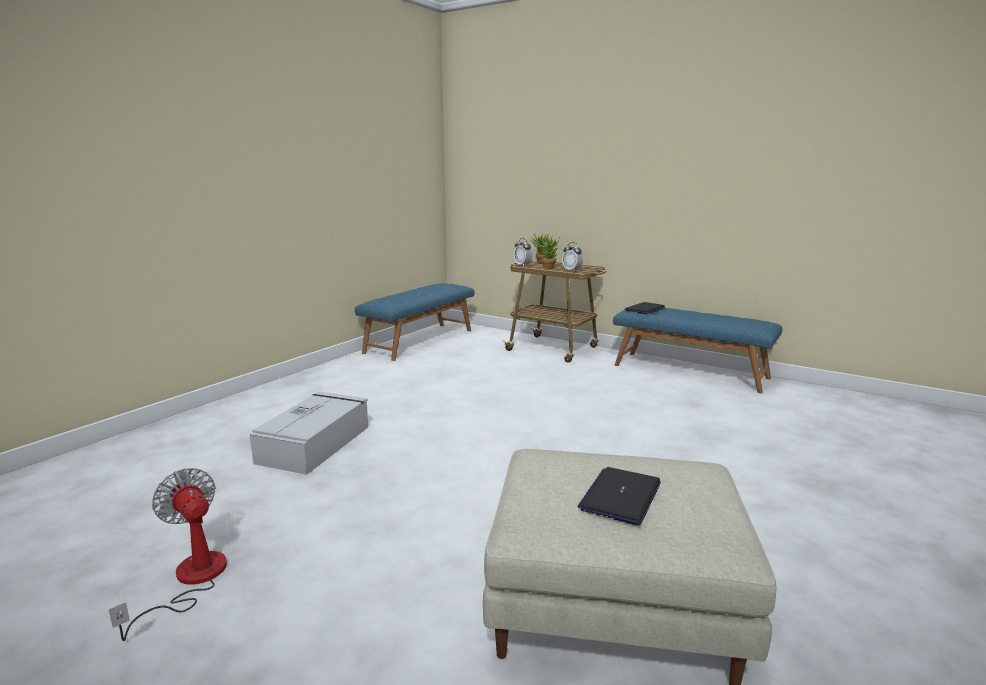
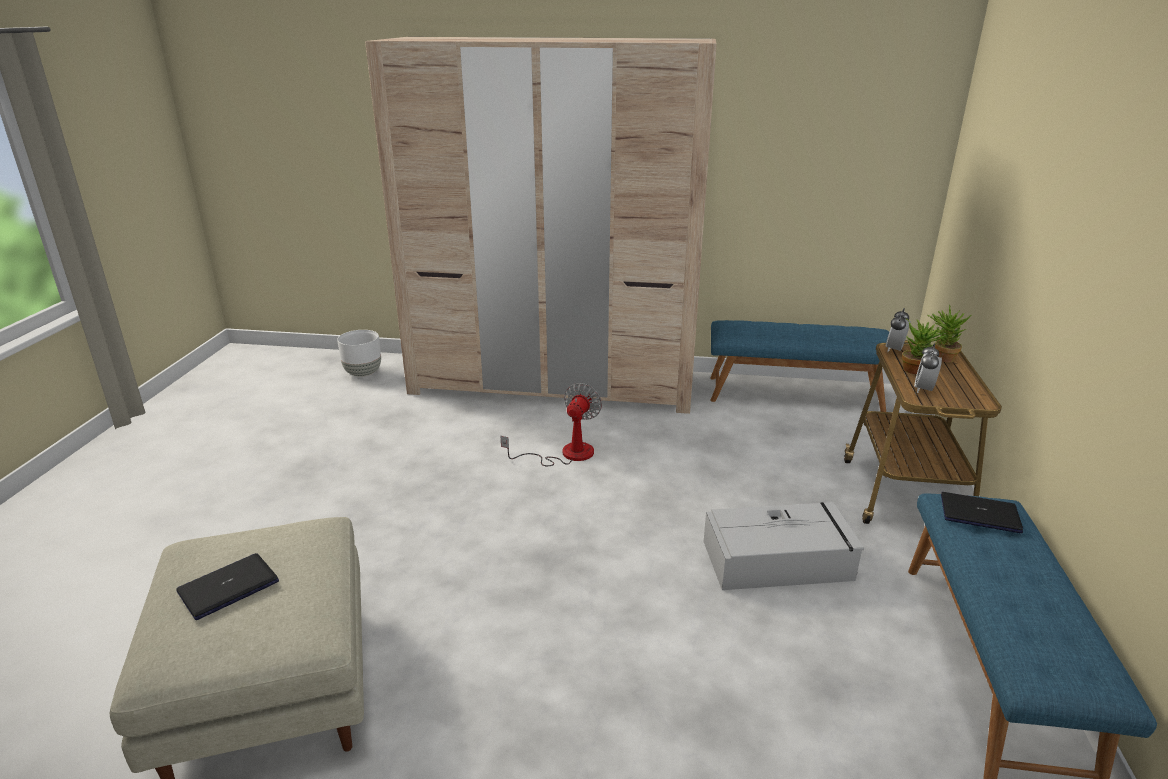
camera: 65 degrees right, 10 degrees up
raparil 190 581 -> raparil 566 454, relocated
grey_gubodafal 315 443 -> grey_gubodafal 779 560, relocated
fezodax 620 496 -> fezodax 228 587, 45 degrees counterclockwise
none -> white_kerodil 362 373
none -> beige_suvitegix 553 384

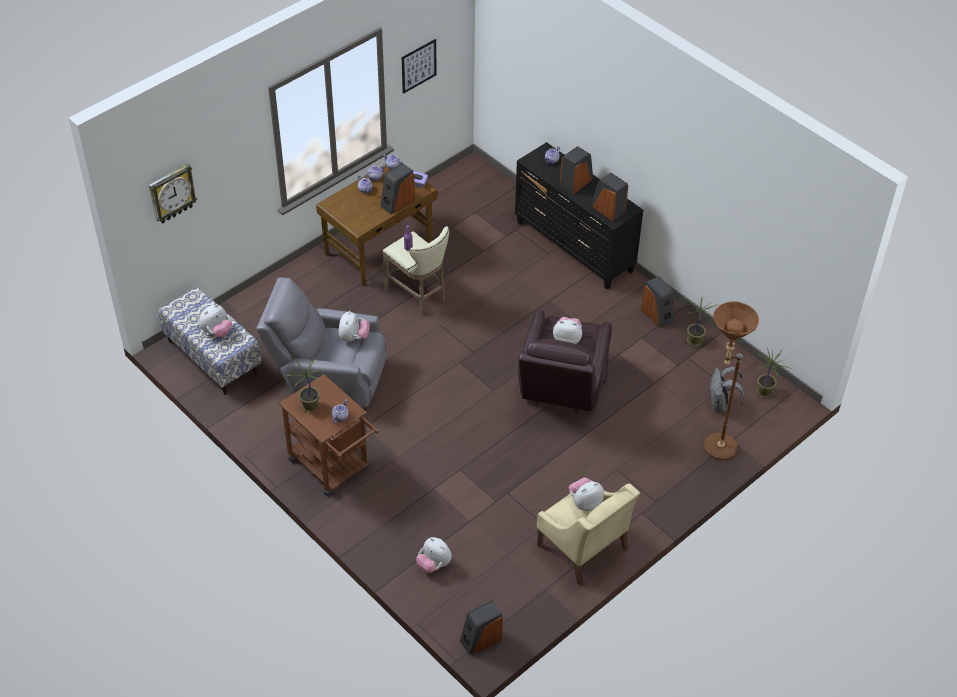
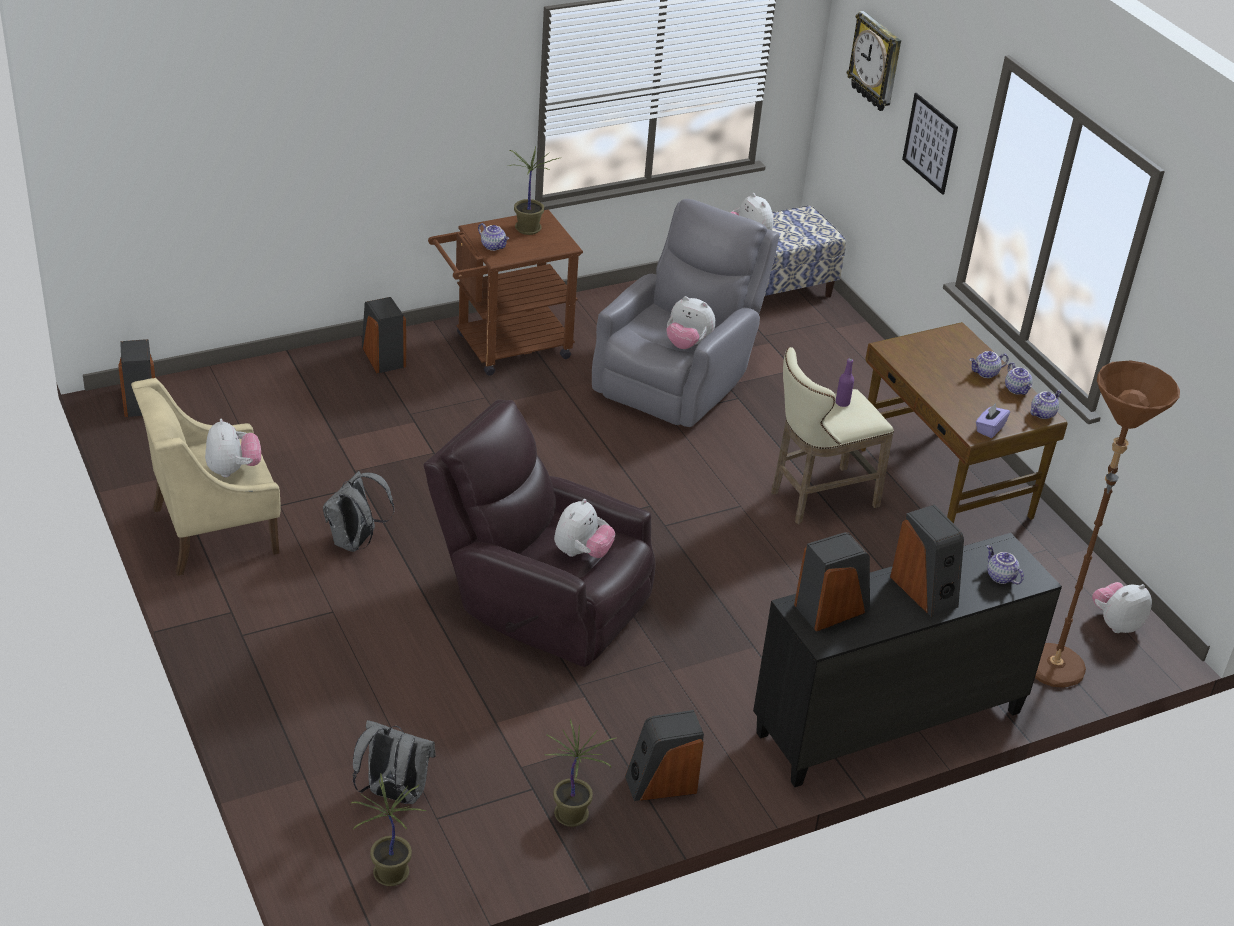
camera: 105 degrees right, 10 degrees down
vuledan 397 203 -> vuledan 382 357, relocated
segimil 418 66 -> segimil 930 143, relocated
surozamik 434 564 -> surozamik 1115 623, relocated
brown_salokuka 712 447 -> brown_salokuka 1055 658, relocated
none -> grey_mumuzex 355 542

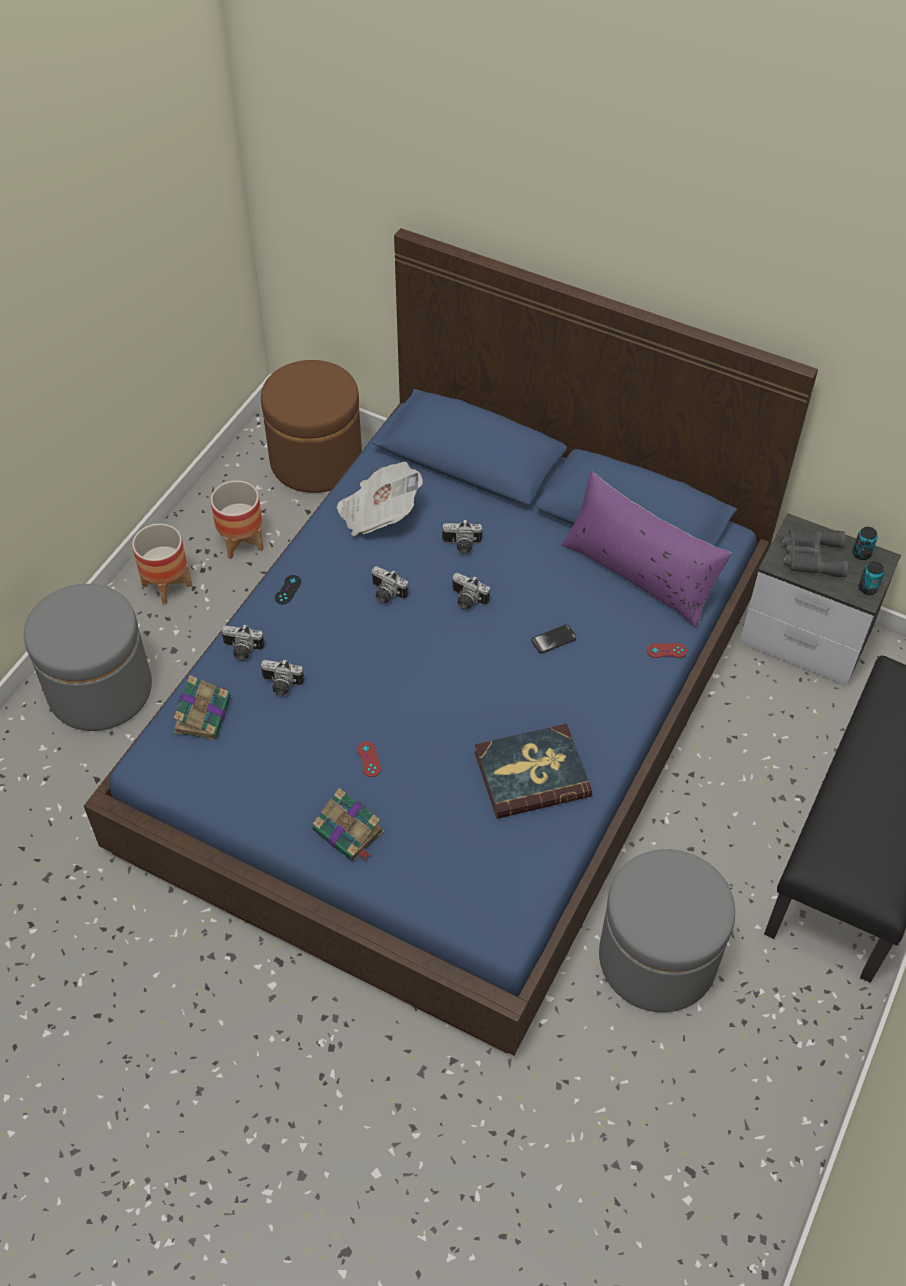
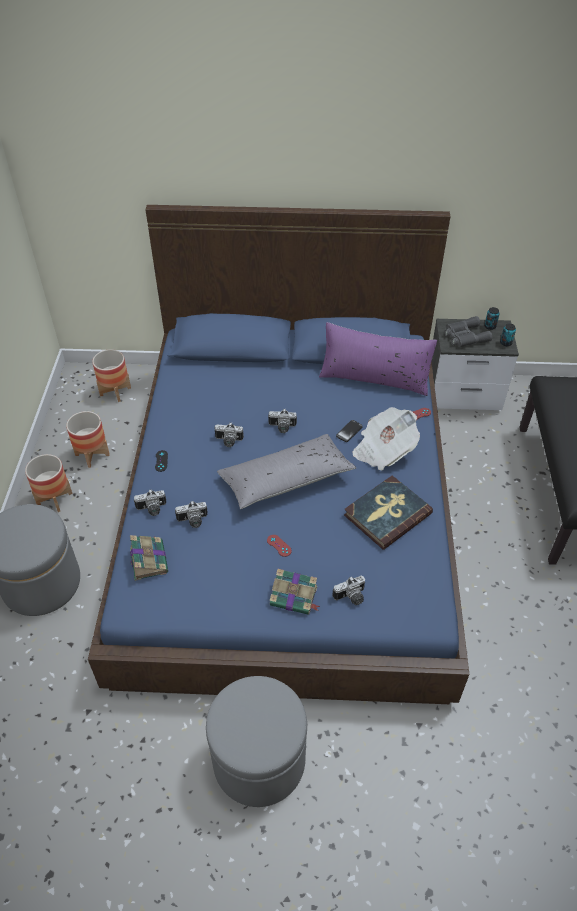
camera: 25 degrees left, 5 degrees down
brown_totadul 316 460 -> kerodil 115 391
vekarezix 379 514 -> vekarezix 383 450, relocated
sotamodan 461 545 -> sotamodan 351 597, relocated
grey_totadul 657 958 -> grey_totadul 259 760, relocated
none -> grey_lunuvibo 286 479

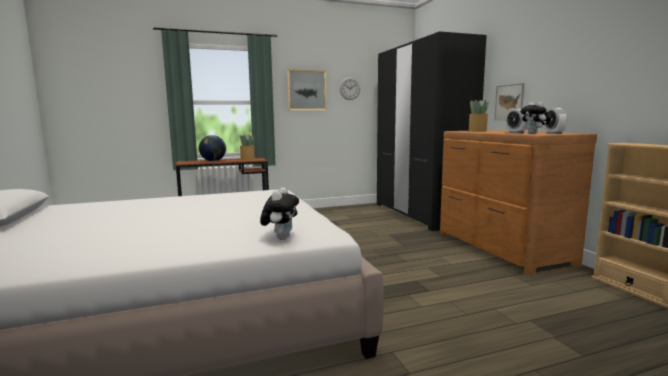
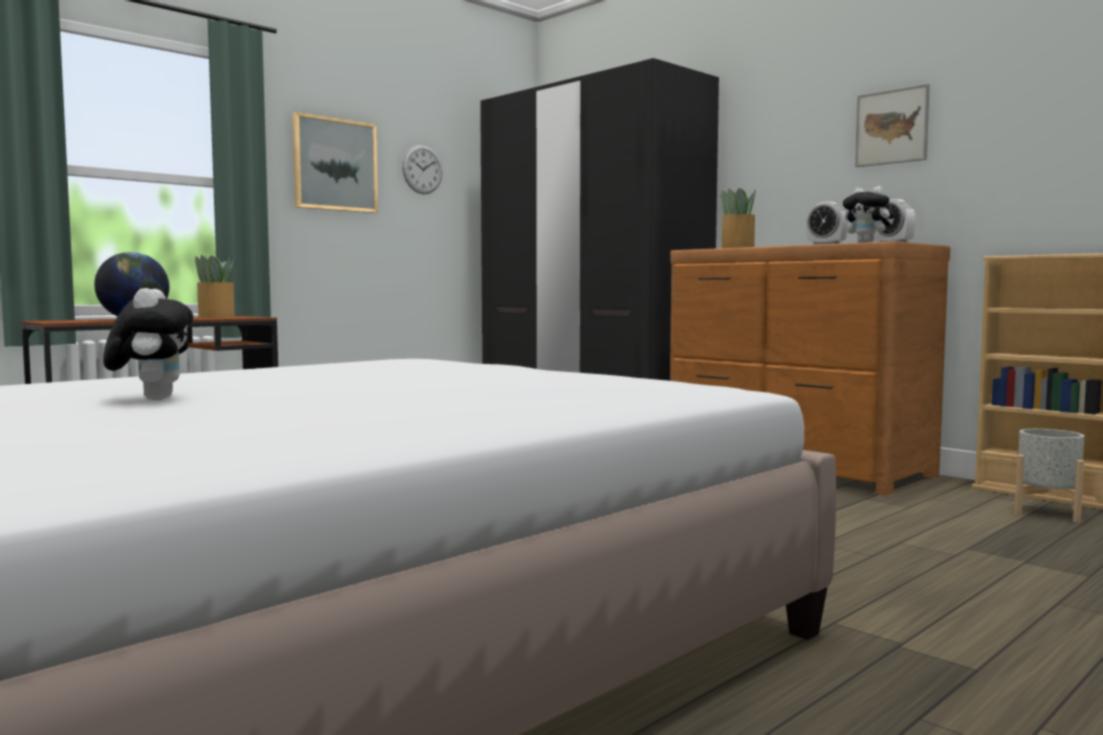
camera: 25 degrees left, 5 degrees down
surozamik 281 238 -> surozamik 152 399, relocated
segimil 509 102 -> segimil 891 127, relocated
none -> grey_kerodil 1046 512

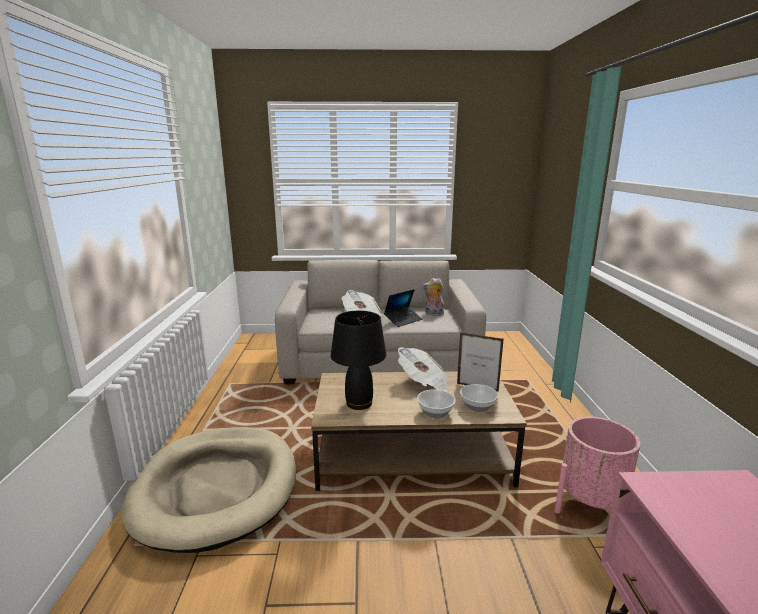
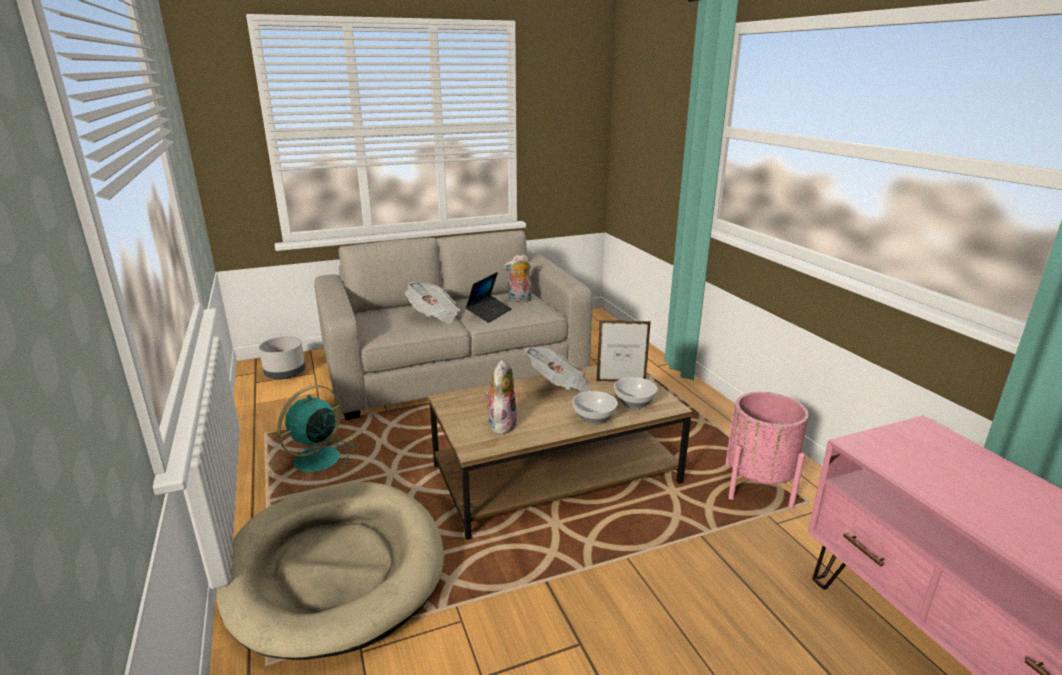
camera: 20 degrees left, 5 degrees up
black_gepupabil 359 403 -> surozamik 501 424
none -> grey_kerodil 285 373
none -> turquoise_raparil 315 461

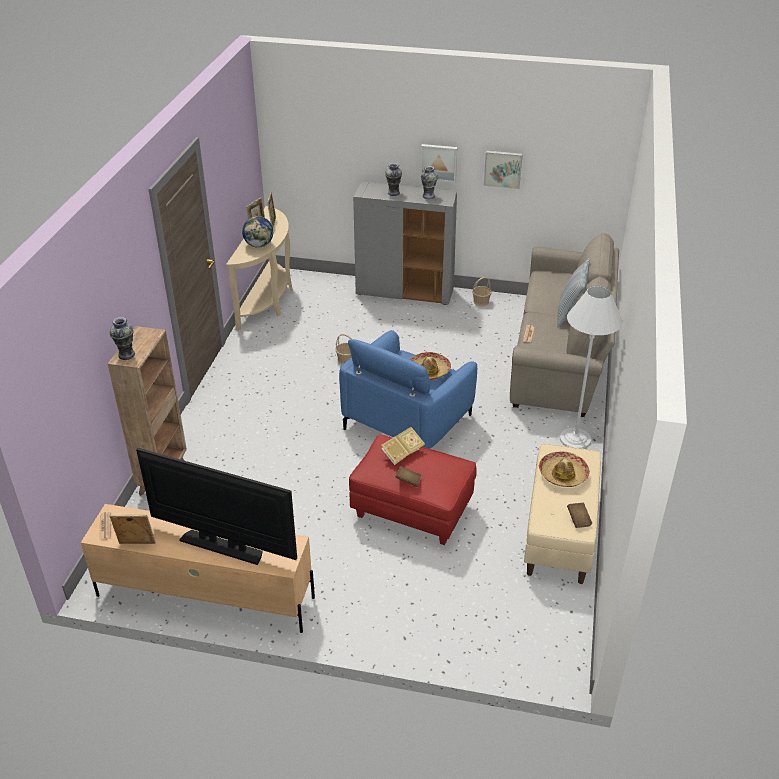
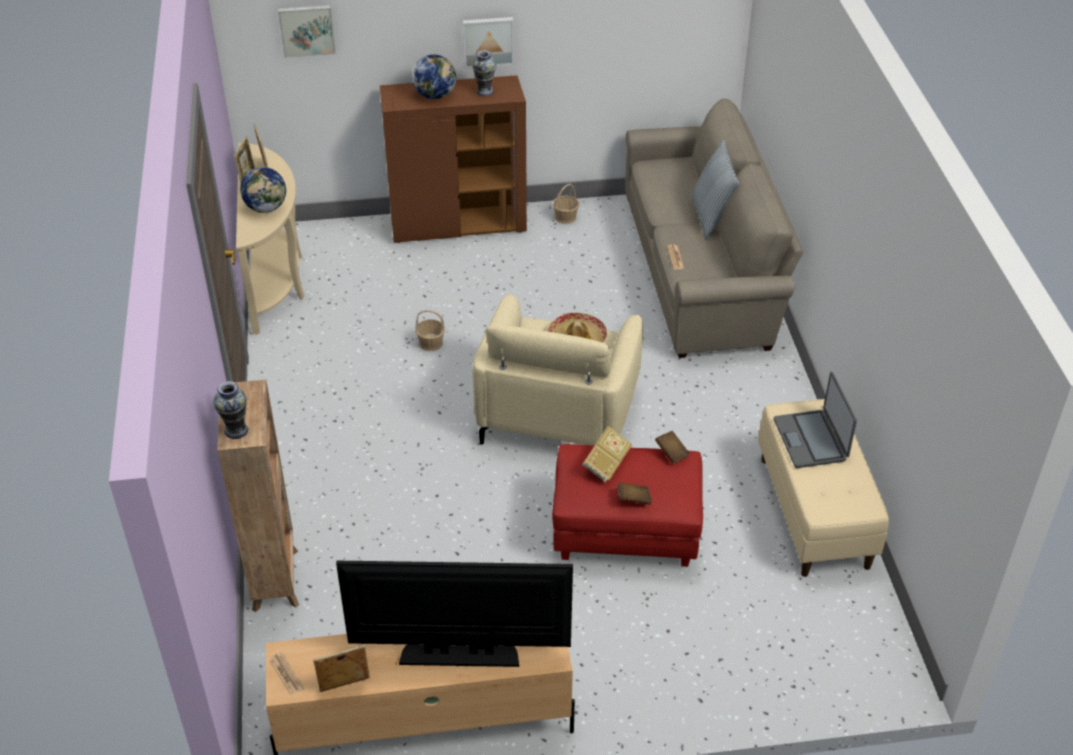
camera: 20 degrees left, 5 degrees up
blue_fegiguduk 408 421 -> beige_fegiguduk 557 411
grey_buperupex 405 292 -> brown_buperupex 459 225
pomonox 393 193 -> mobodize 435 95
segimil 503 169 -> segimil 307 30, relocated
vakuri 563 474 -> fezodax 811 440
white_salokuka 575 439 -> none
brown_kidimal 578 520 -> brown_kidimal 671 453, relocated

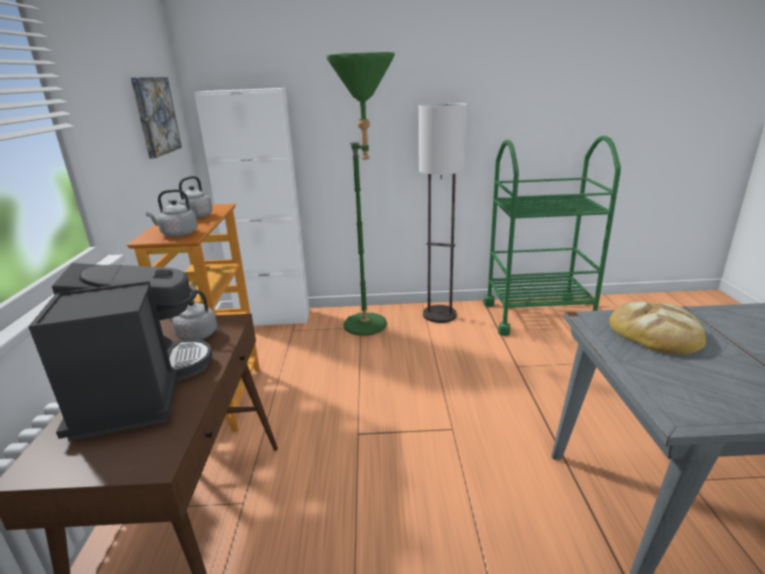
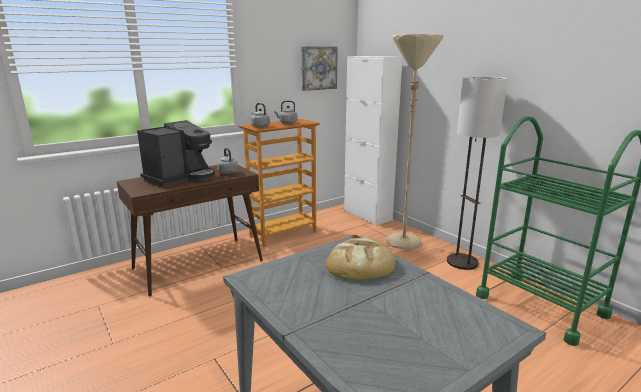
camera: 55 degrees right, 5 degrees down
green_salokuka 371 328 -> beige_salokuka 403 245

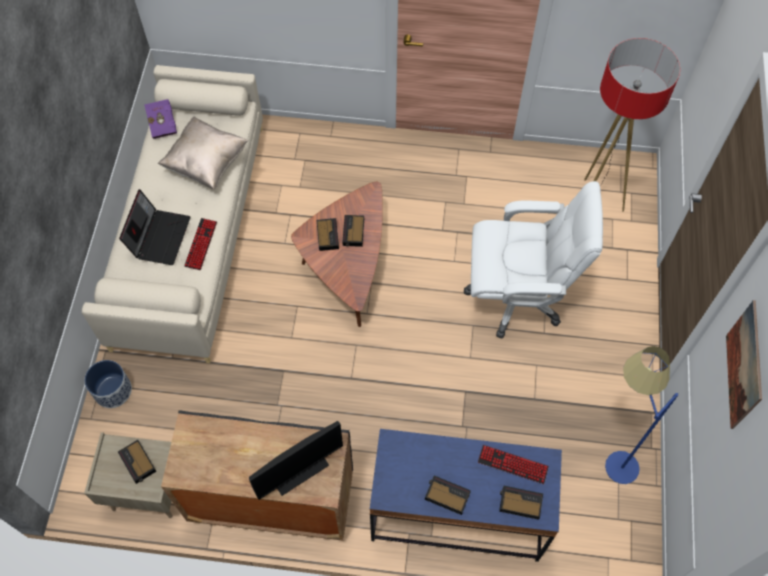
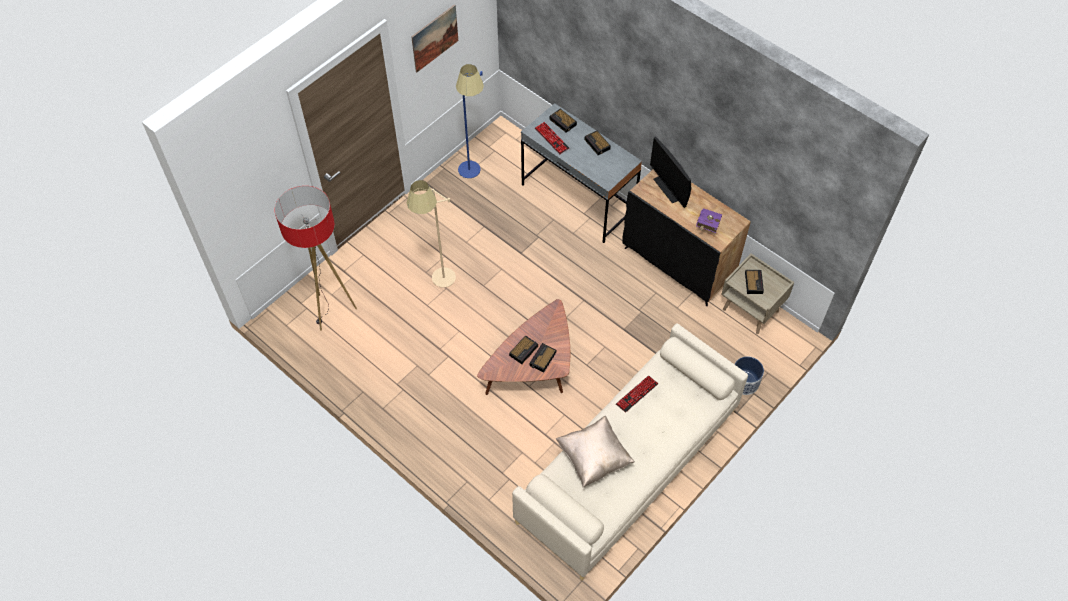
camera: 145 degrees left, 5 degrees down
fezodax 159 236 -> none
purple_kidimal 163 123 -> purple_kidimal 707 226, relocated
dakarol 299 470 -> dakarol 669 188, 120 degrees counterclockwise
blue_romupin 457 514 -> grey_romupin 578 199
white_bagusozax 517 295 -> beige_salokuka 439 286

